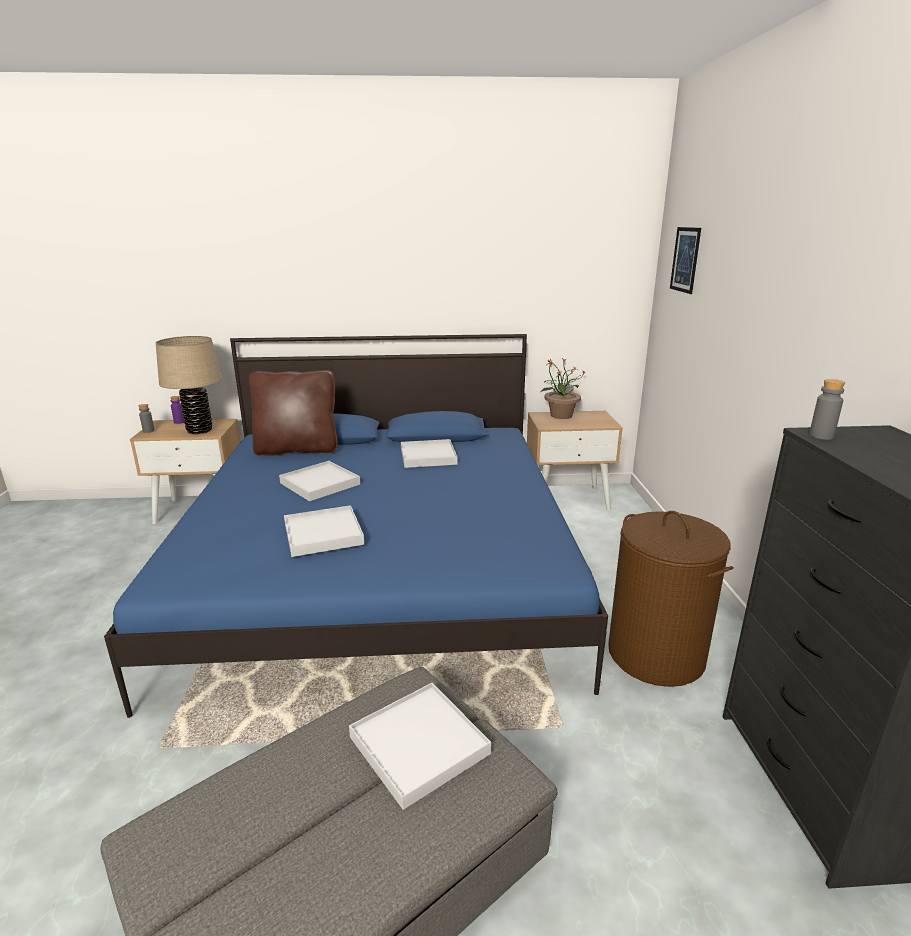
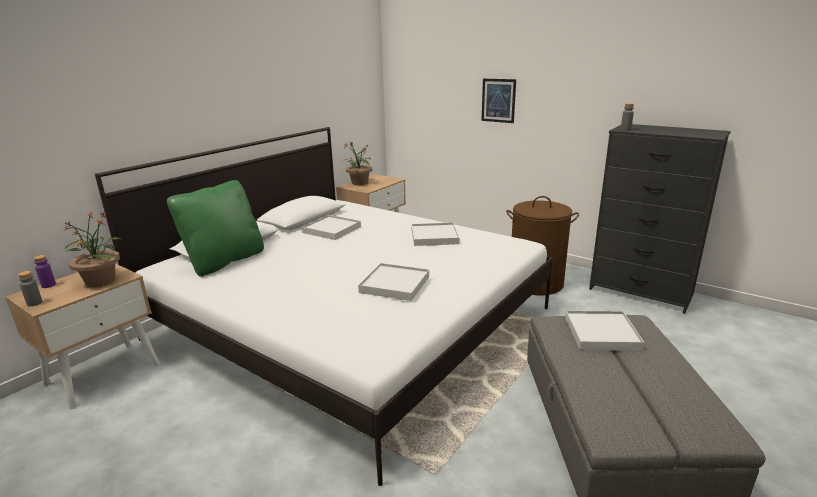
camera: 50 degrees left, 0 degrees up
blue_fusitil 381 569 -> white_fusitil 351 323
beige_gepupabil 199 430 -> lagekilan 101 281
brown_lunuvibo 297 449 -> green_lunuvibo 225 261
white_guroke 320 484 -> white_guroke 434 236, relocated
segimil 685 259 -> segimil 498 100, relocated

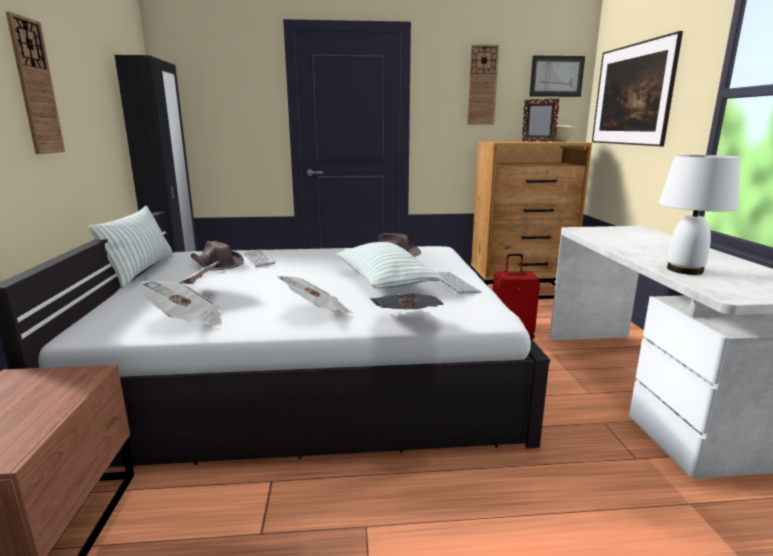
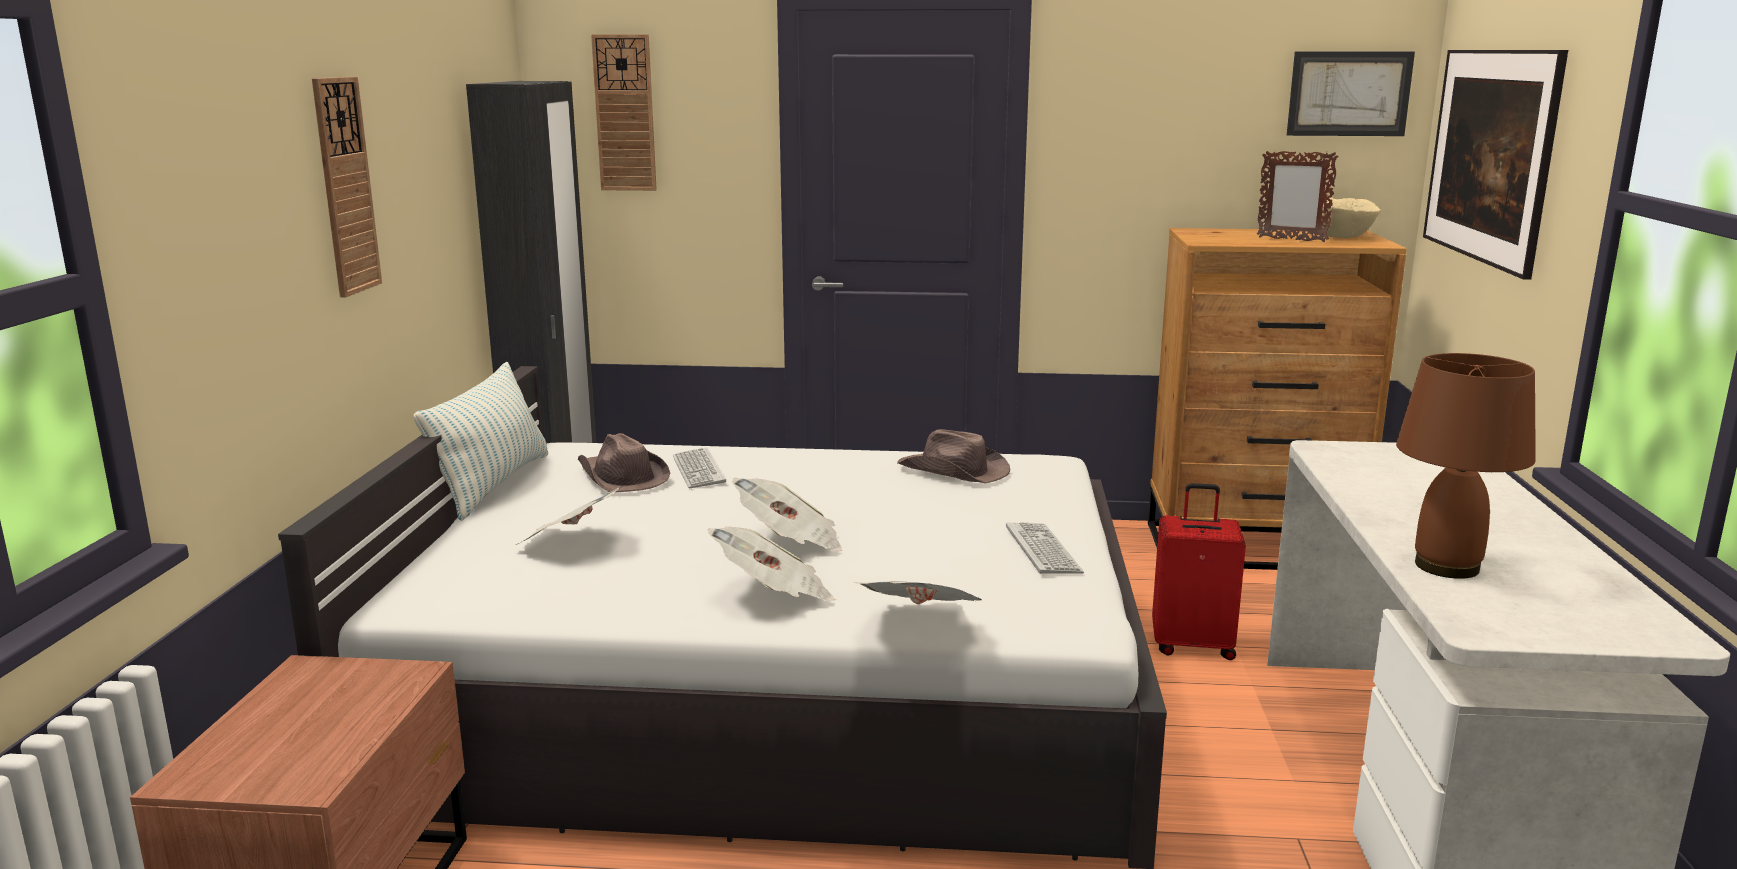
camera: 10 degrees right, 0 degrees up
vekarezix 187 321 -> vekarezix 790 542, relocated
lunuvibo 384 282 -> none
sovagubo 482 85 -> sovagubo 625 113, relocated
white_gepupabil 685 270 -> brown_gepupabil 1447 566

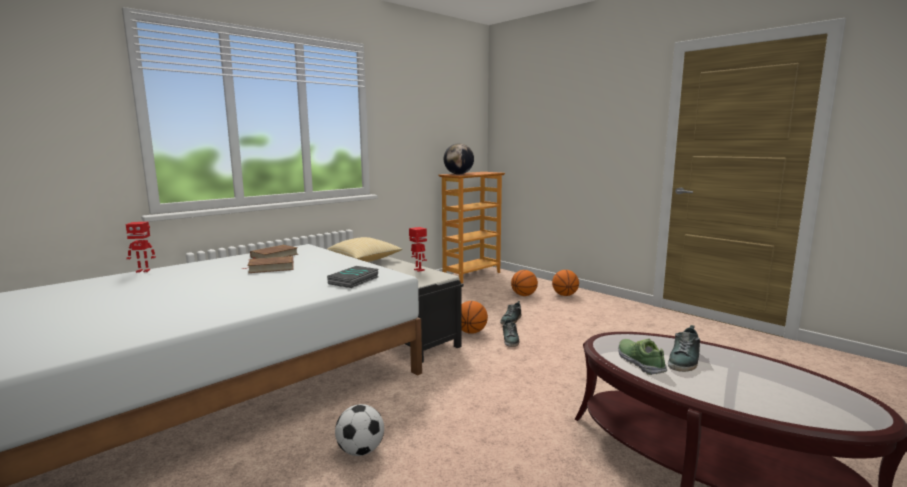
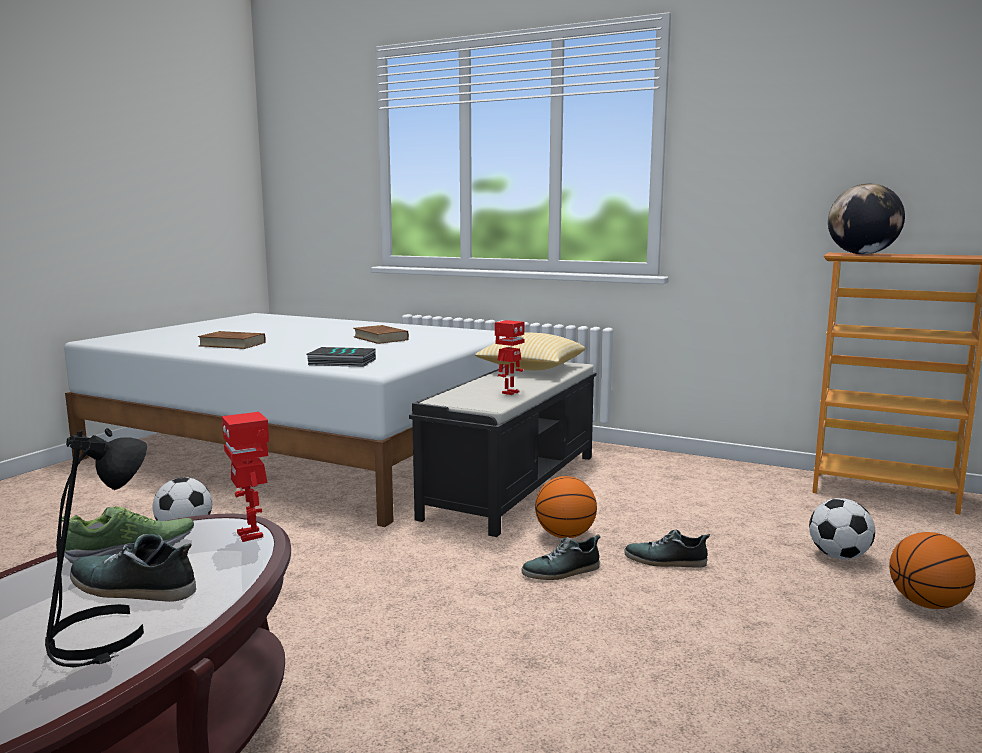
camera: 70 degrees right, 0 degrees up
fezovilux 143 271 -> fezovilux 252 535, relocated
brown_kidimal 274 256 -> brown_kidimal 232 344, relocated
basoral 524 295 -> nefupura 839 556
none -> black_gepupabil 100 638

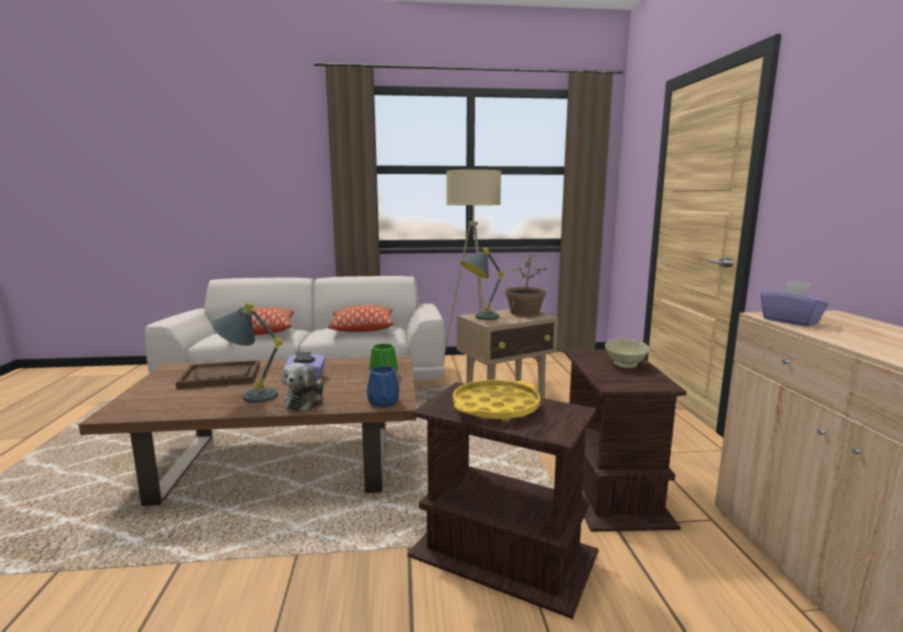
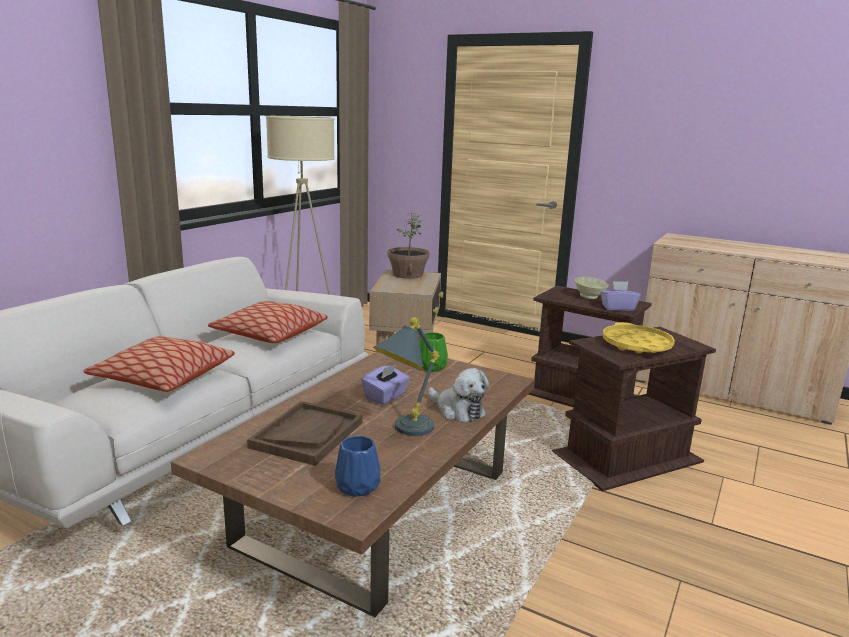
camera: 55 degrees left, 5 degrees up
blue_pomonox 382 402 -> blue_pomonox 356 487, relocated
grey_gepupabil 479 318 -> none
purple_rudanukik 790 321 -> purple_rudanukik 618 308, relocated

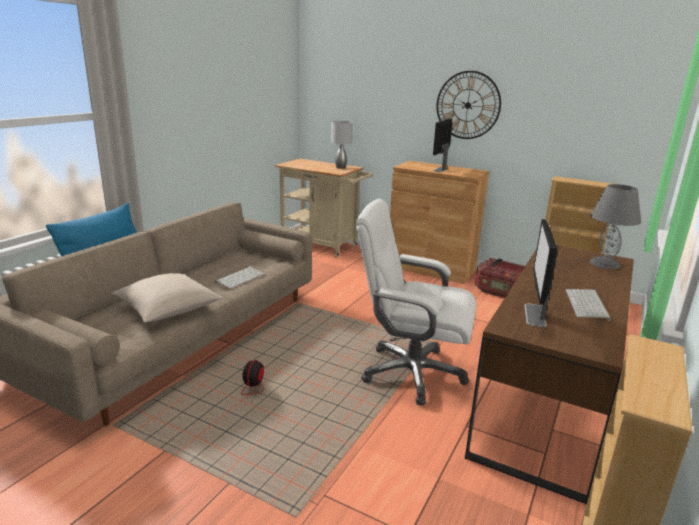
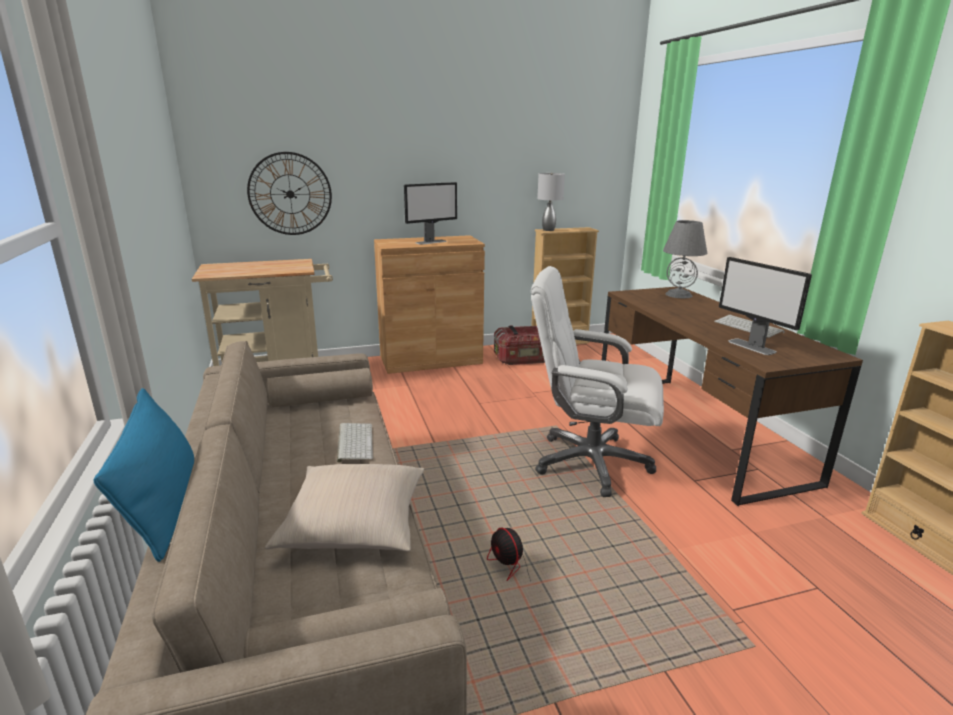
camera: 45 degrees left, 0 degrees up
grey_gepupabil 340 167 -> grey_gepupabil 549 230, relocated
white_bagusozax 411 373 -> white_bagusozax 590 462, 45 degrees clockwise
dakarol 440 169 -> dakarol 431 242, 105 degrees counterclockwise
sovagubo 467 105 -> sovagubo 290 194, relocated

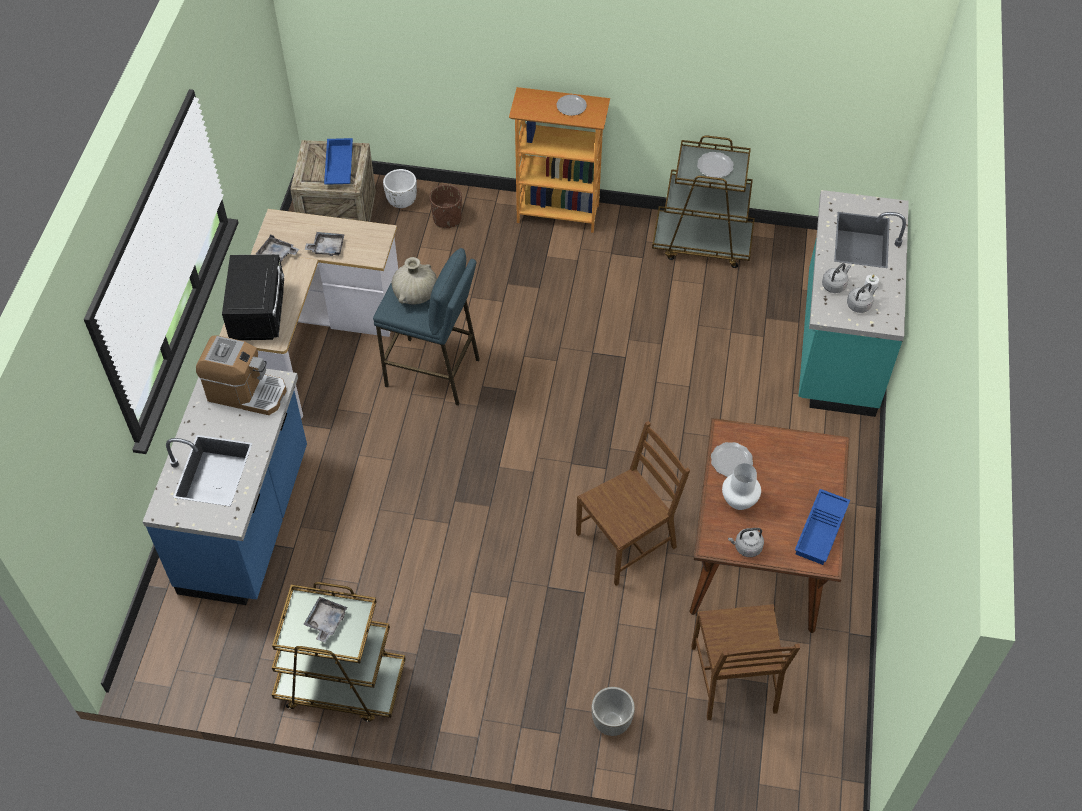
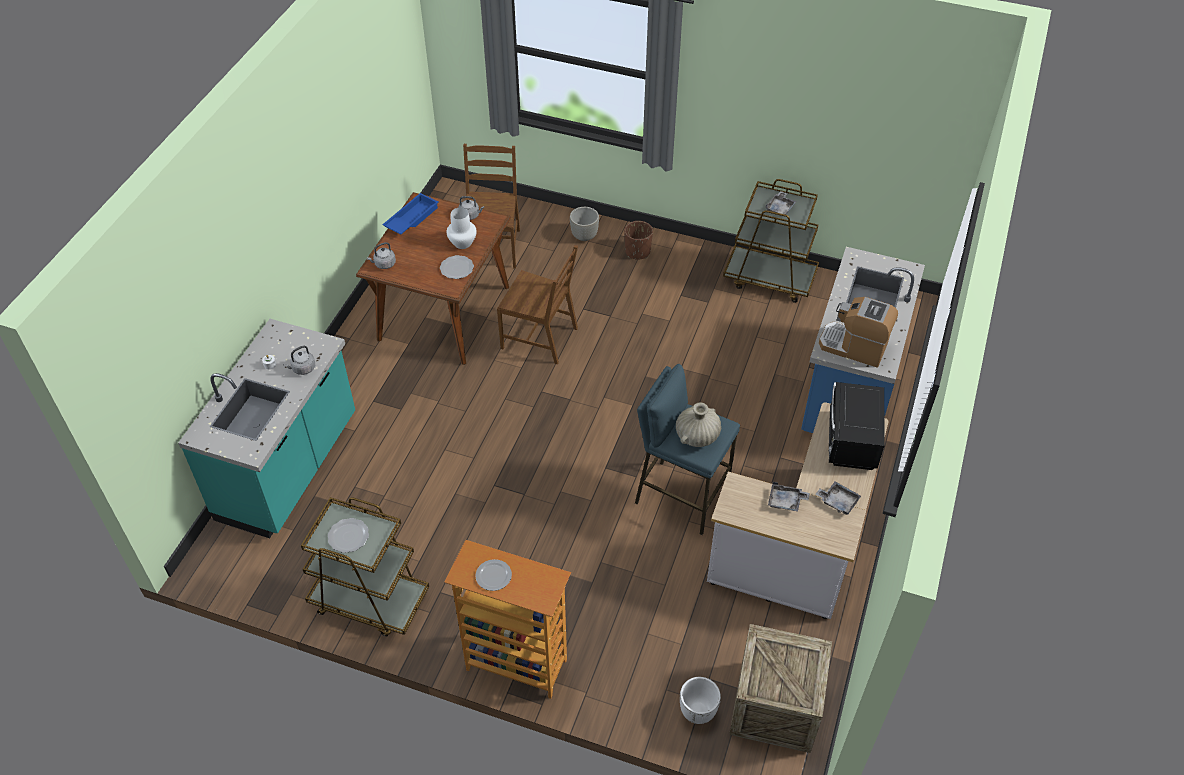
camera: 170 degrees left, 5 degrees down
blue_guroke 338 166 -> none
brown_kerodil 447 219 -> brown_kerodil 637 252, relocated
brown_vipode 627 540 -> brown_vipode 540 337, 135 degrees counterclockwise
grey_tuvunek 859 304 -> grey_tuvunek 384 264, relocated

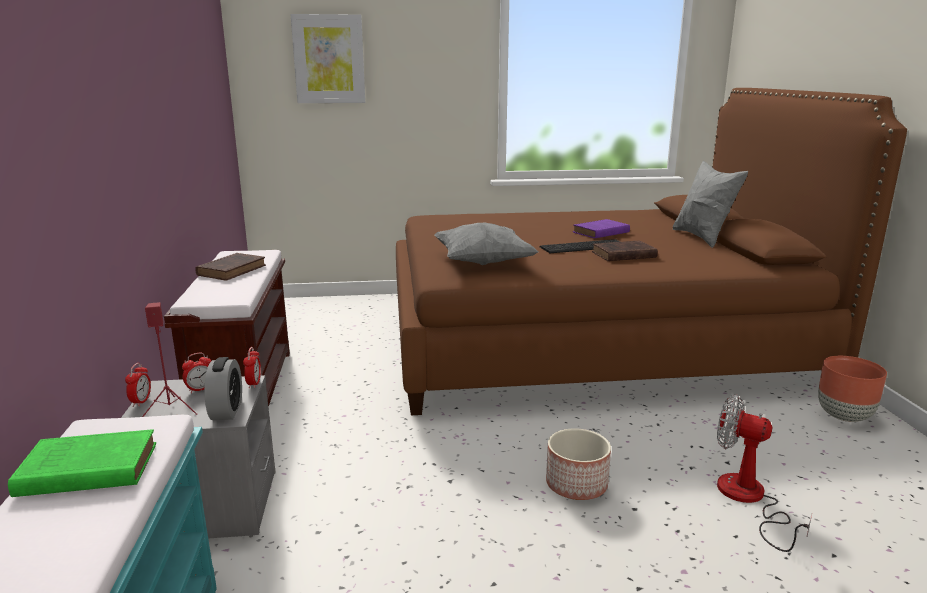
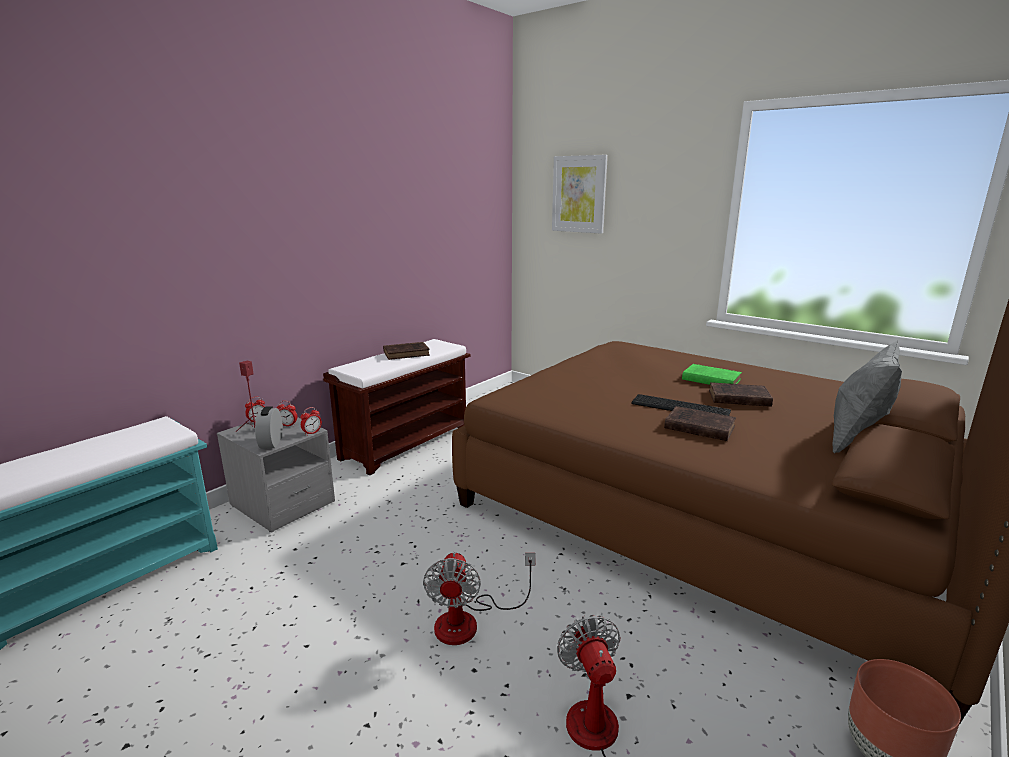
camera: 45 degrees right, 0 degrees up
green_kidimal 84 470 -> green_kidimal 709 379, relocated
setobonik 226 410 -> setobonik 271 443, 135 degrees clockwise
grey_lunuvibo 483 263 -> none
kerodil 576 484 -> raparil 469 621
purple_kidimal 599 232 -> brown_kidimal 737 398

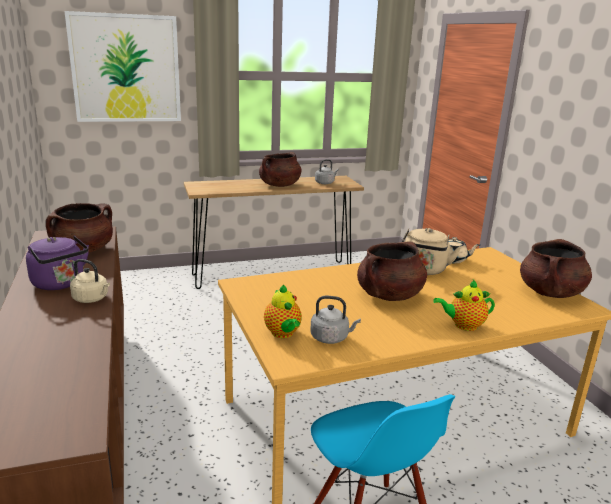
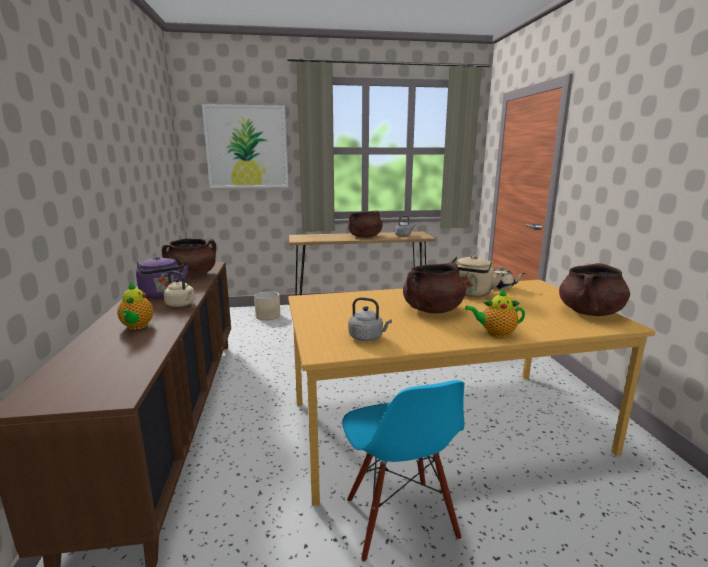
camera: 10 degrees right, 5 degrees down
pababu 283 334 -> pababu 137 327, relocated
none -> beige_kerodil 268 316

